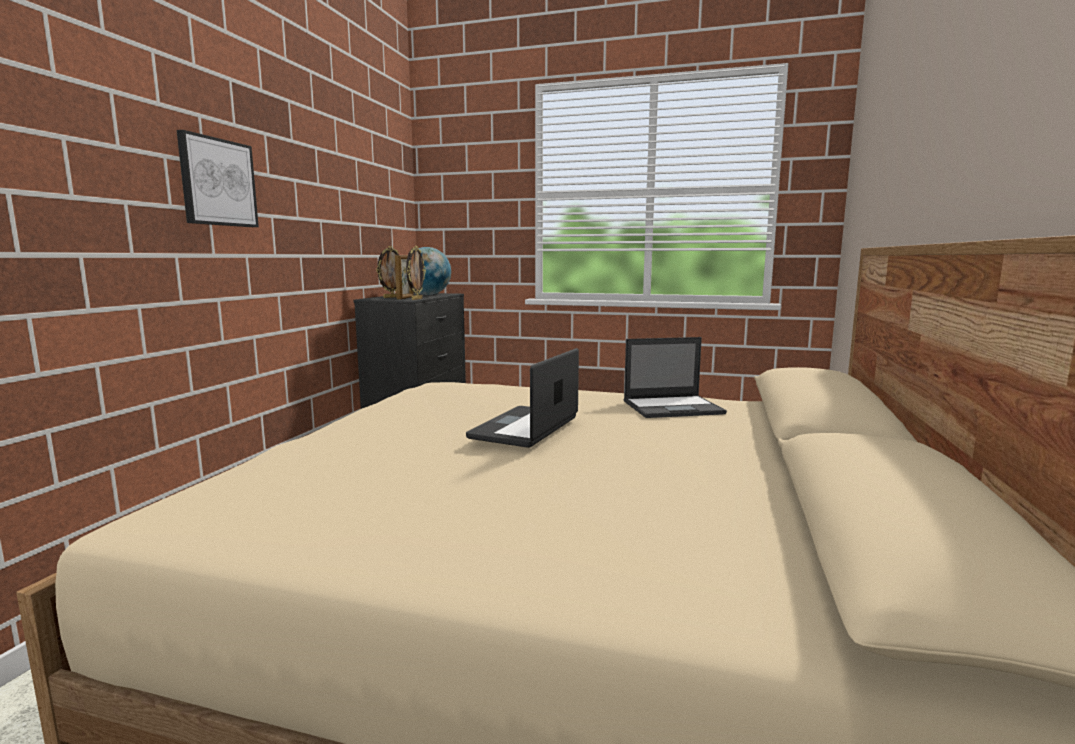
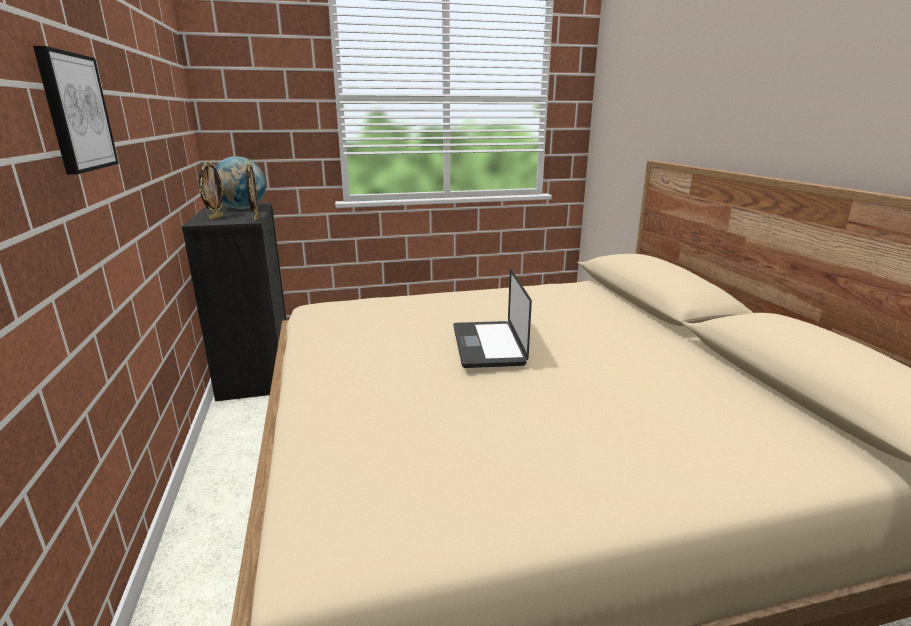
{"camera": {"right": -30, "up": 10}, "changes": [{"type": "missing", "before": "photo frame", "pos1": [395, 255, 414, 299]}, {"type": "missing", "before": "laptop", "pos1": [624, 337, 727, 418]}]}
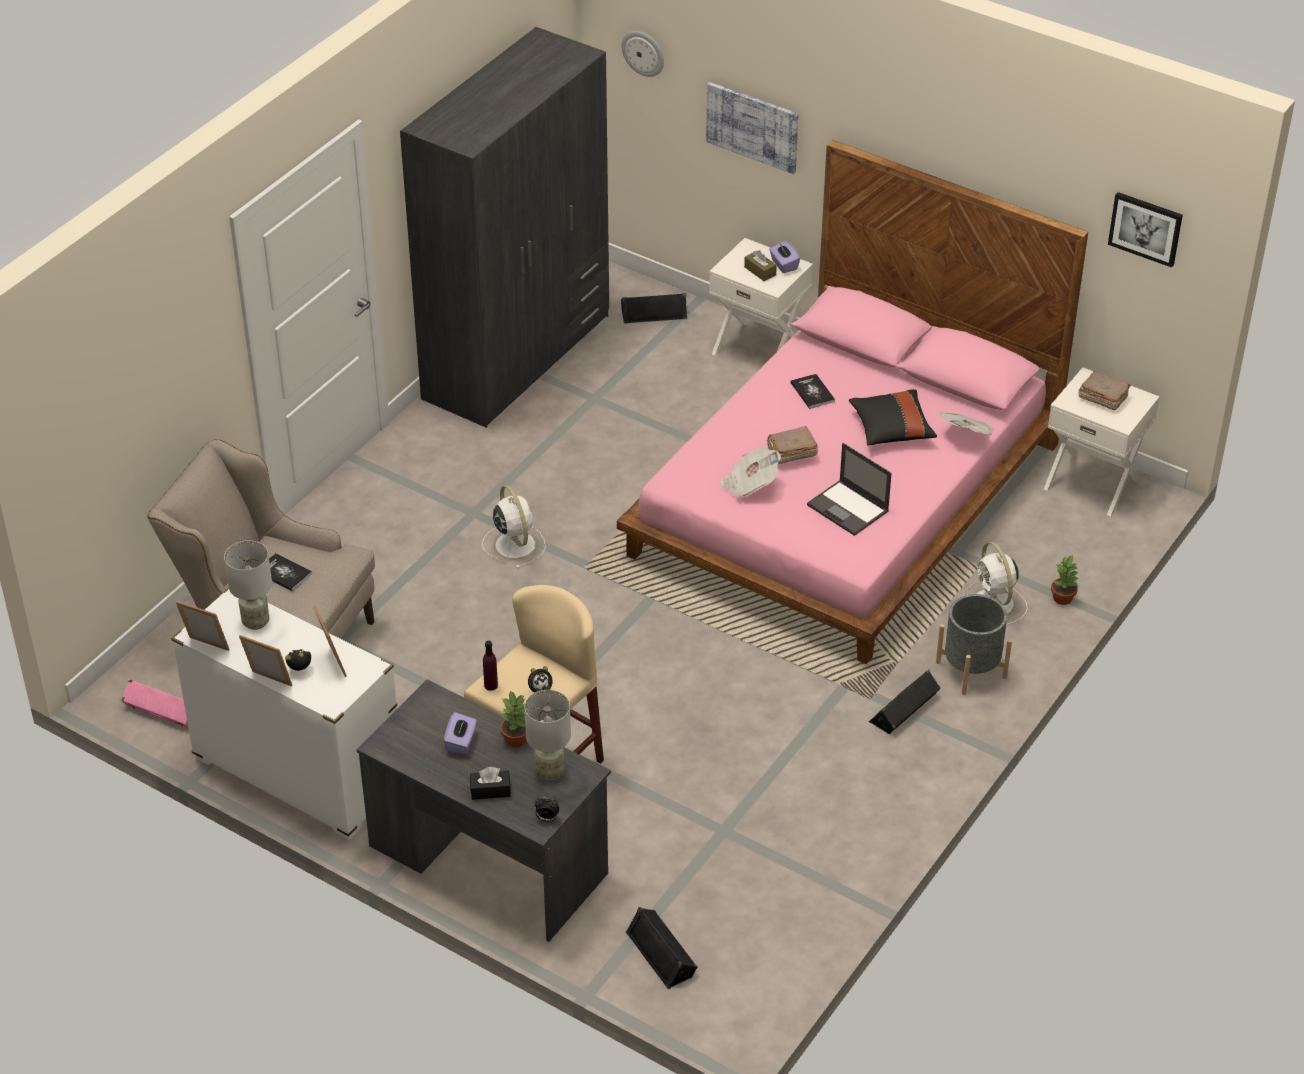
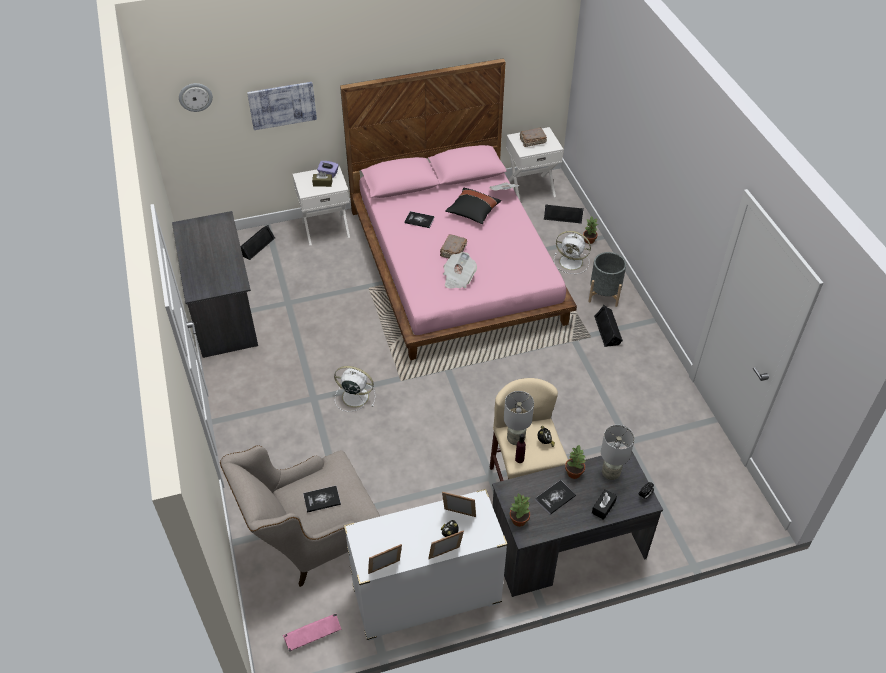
{"camera": {"right": -50, "up": 5}, "changes": [{"type": "exchanged", "before": "greyish armoire", "after": "greyish desk table", "pos1": [400, 27, 609, 428], "pos2": [172, 211, 258, 358]}, {"type": "missing", "before": "wall art", "pos1": [1108, 192, 1183, 268]}, {"type": "missing", "before": "laptop", "pos1": [807, 443, 892, 536]}, {"type": "relocated", "before": "greyish table lamp", "pos1": [224, 540, 272, 630], "pos2": [504, 391, 534, 445]}, {"type": "exchanged", "before": "purple-coloured tissue box", "after": "volume", "pos1": [443, 712, 477, 754], "pos2": [535, 480, 576, 515]}, {"type": "relocated", "before": "black loudspeaker", "pos1": [626, 907, 697, 989], "pos2": [544, 204, 584, 224]}, {"type": "appeared", "after": "houseplant", "pos2": [510, 493, 530, 527]}]}
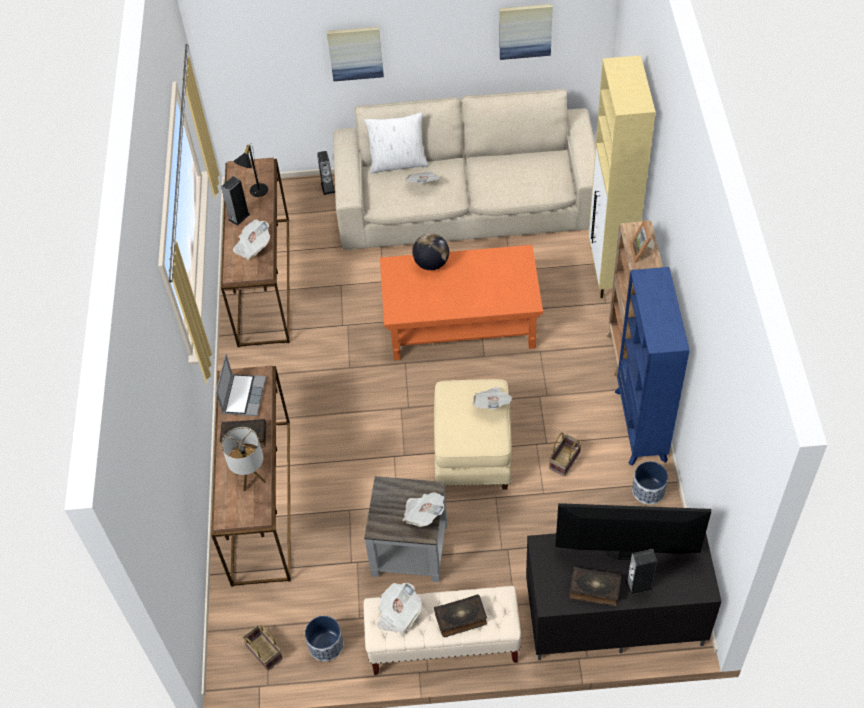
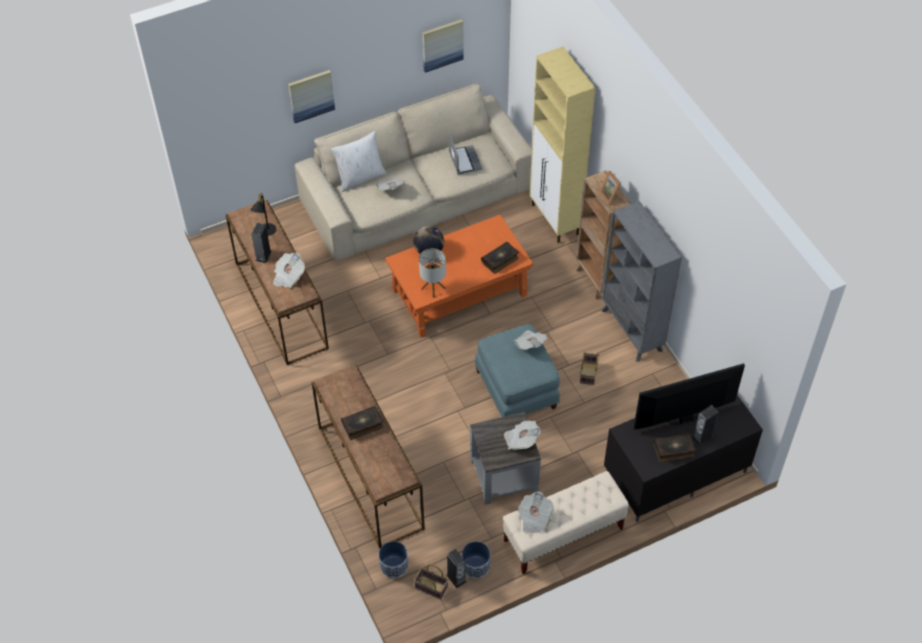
{"camera": {"right": -25, "up": 0}, "changes": [{"type": "relocated", "before": "loudspeaker", "pos1": [317, 151, 335, 195], "pos2": [447, 549, 466, 588]}, {"type": "colour", "before": "bluish bookcase", "after": "greyish bookcase", "pos1": [615, 267, 690, 466], "pos2": [602, 201, 682, 362]}, {"type": "relocated", "before": "laptop", "pos1": [216, 354, 266, 416], "pos2": [449, 133, 482, 175]}, {"type": "colour", "before": "sand-coloured pouffe", "after": "bluish pouffe", "pos1": [434, 379, 512, 490], "pos2": [475, 324, 560, 417]}, {"type": "relocated", "before": "table lamp", "pos1": [221, 427, 266, 492], "pos2": [419, 248, 446, 298]}, {"type": "relocated", "before": "flower pot", "pos1": [632, 461, 668, 505], "pos2": [379, 541, 408, 578]}, {"type": "relocated", "before": "volume", "pos1": [434, 594, 487, 637], "pos2": [481, 242, 519, 274]}]}
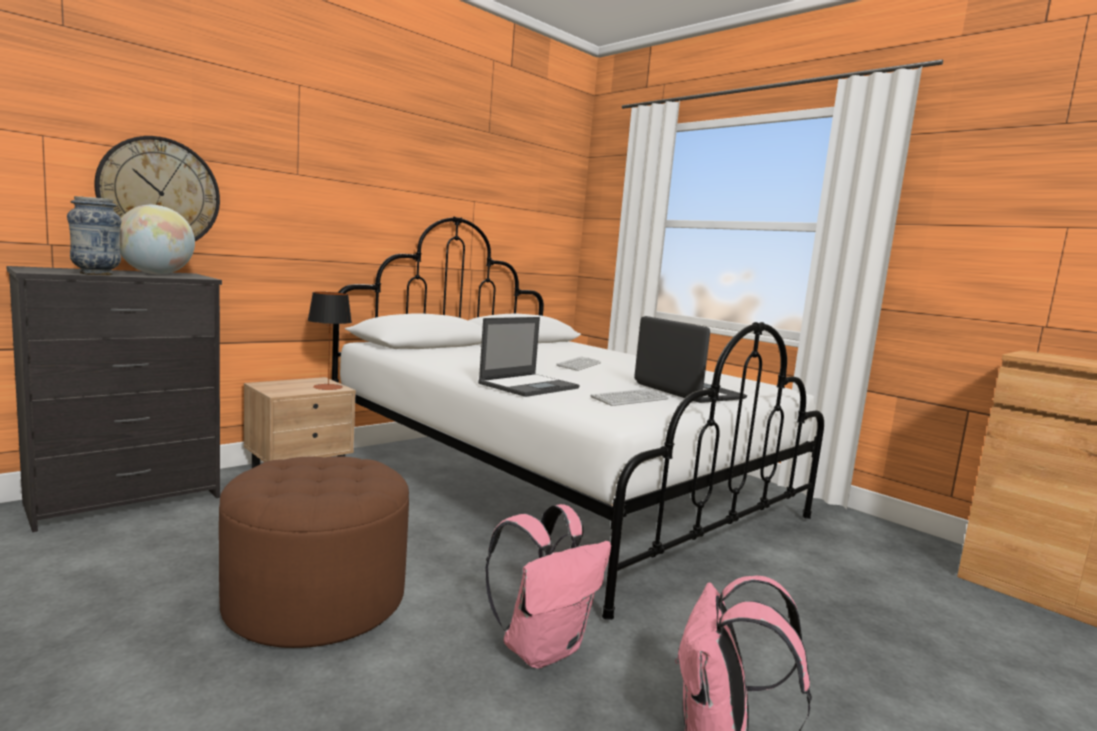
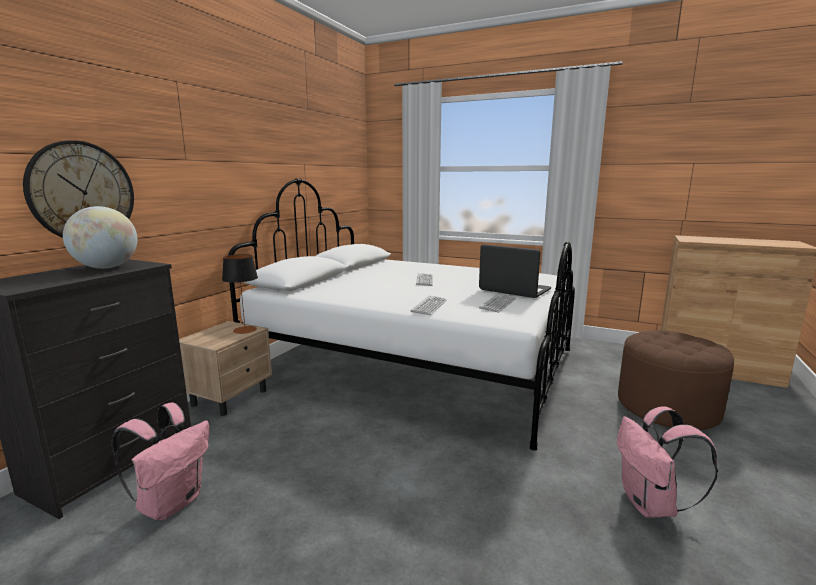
{"camera": {"right": -20, "up": 5}, "changes": [{"type": "missing", "before": "vase", "pos1": [67, 196, 121, 275]}, {"type": "exchanged", "before": "laptop", "after": "keyboard", "pos1": [478, 317, 579, 397], "pos2": [411, 296, 447, 315]}, {"type": "relocated", "before": "brown pouffe", "pos1": [219, 457, 409, 648], "pos2": [618, 330, 734, 430]}, {"type": "relocated", "before": "pinkish rucksack", "pos1": [485, 504, 611, 668], "pos2": [112, 403, 209, 520]}]}
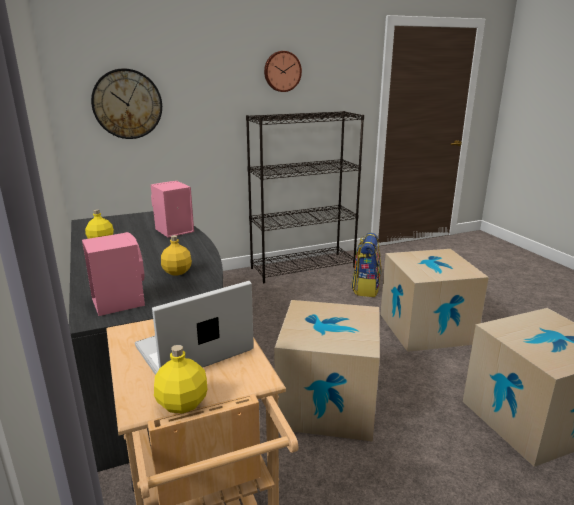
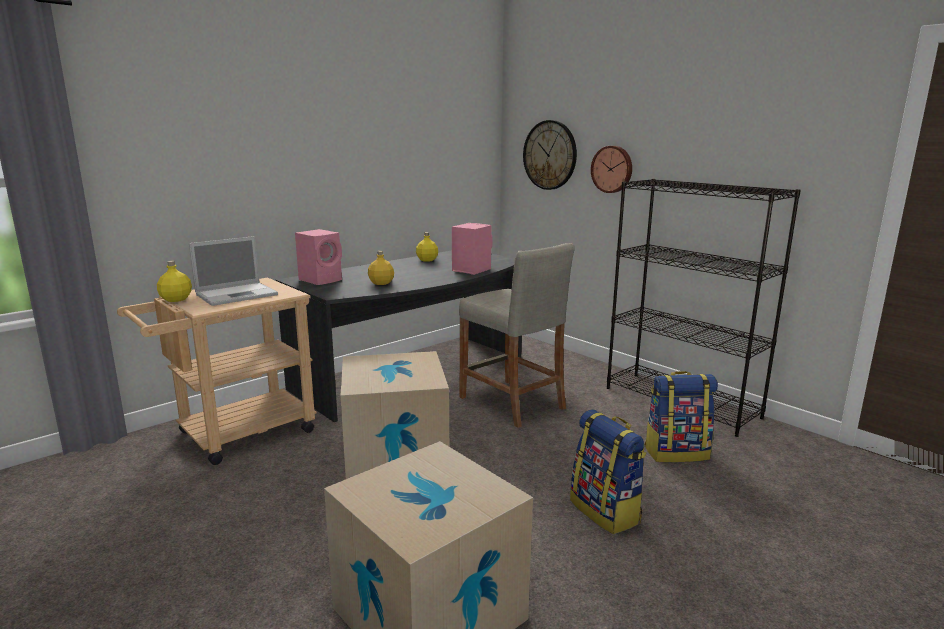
{"camera": {"right": 70, "up": -5}, "changes": [{"type": "relocated", "before": "clock on the wall", "pos1": [264, 51, 302, 92], "pos2": [591, 146, 632, 193]}, {"type": "exchanged", "before": "carton", "after": "rucksack", "pos1": [380, 249, 489, 352], "pos2": [570, 409, 646, 534]}, {"type": "spun", "before": "laptop", "pos1": [135, 281, 254, 375], "pos2": [189, 236, 278, 306], "turn": 105}, {"type": "appeared", "after": "sand-coloured stool seat", "pos2": [459, 243, 575, 428]}]}
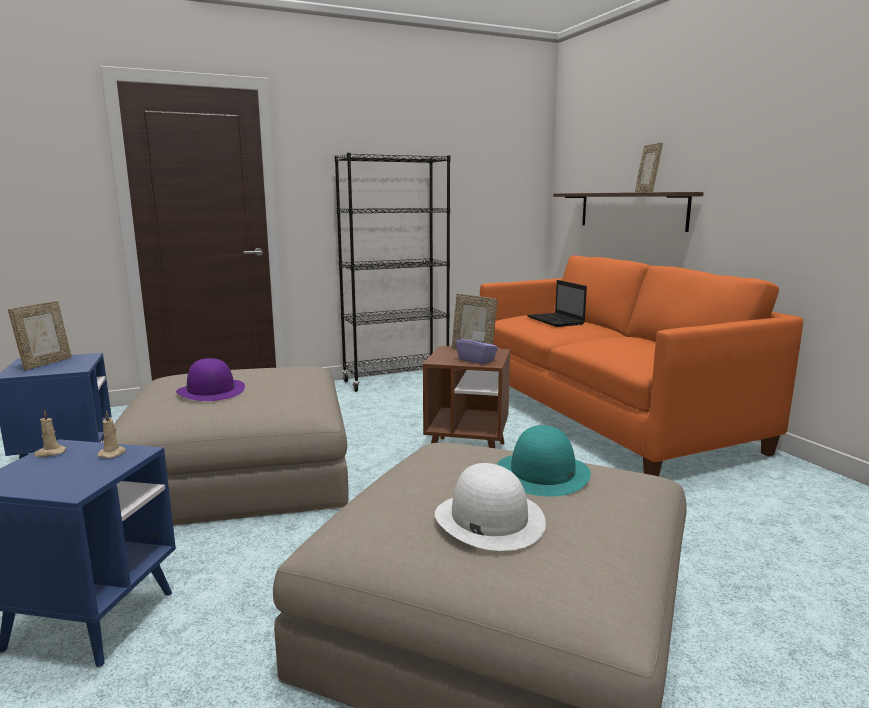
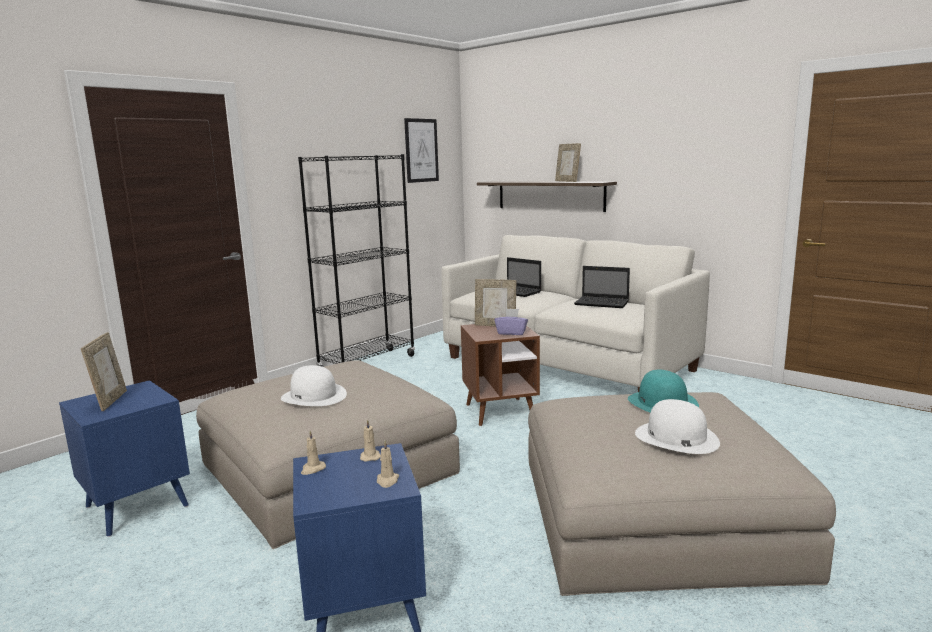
{"camera": {"right": -25, "up": 0}, "changes": [{"type": "colour", "before": "orange-coloured sofa", "after": "white sofa", "pos1": [480, 255, 803, 476], "pos2": [441, 235, 710, 392]}, {"type": "colour", "before": "purple-coloured hat", "after": "white hat", "pos1": [176, 358, 245, 401], "pos2": [281, 365, 347, 406]}, {"type": "appeared", "after": "wall art", "pos2": [404, 118, 439, 183]}, {"type": "appeared", "after": "laptop", "pos2": [574, 266, 630, 308]}, {"type": "appeared", "after": "sand-coloured candle", "pos2": [377, 441, 399, 488]}]}
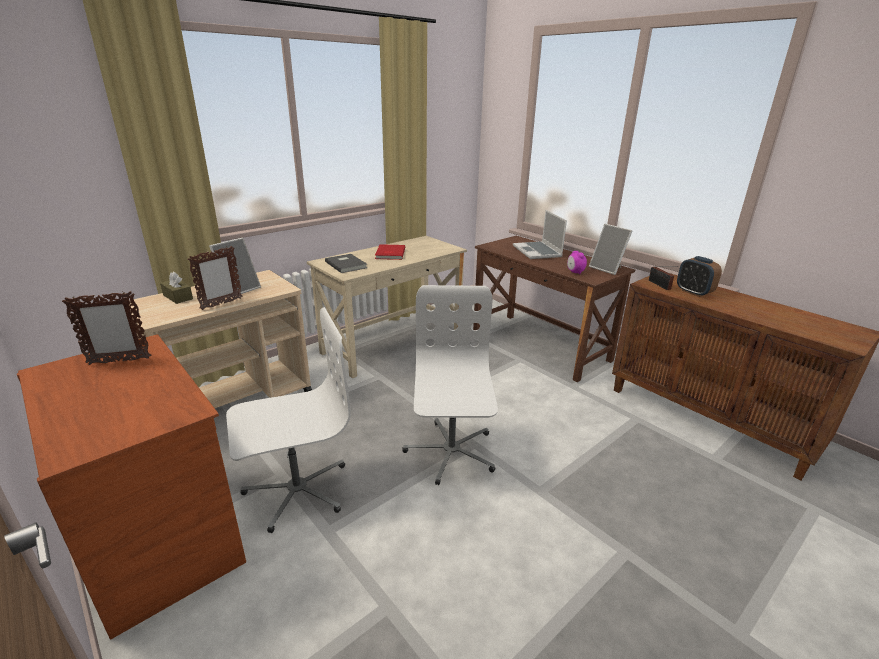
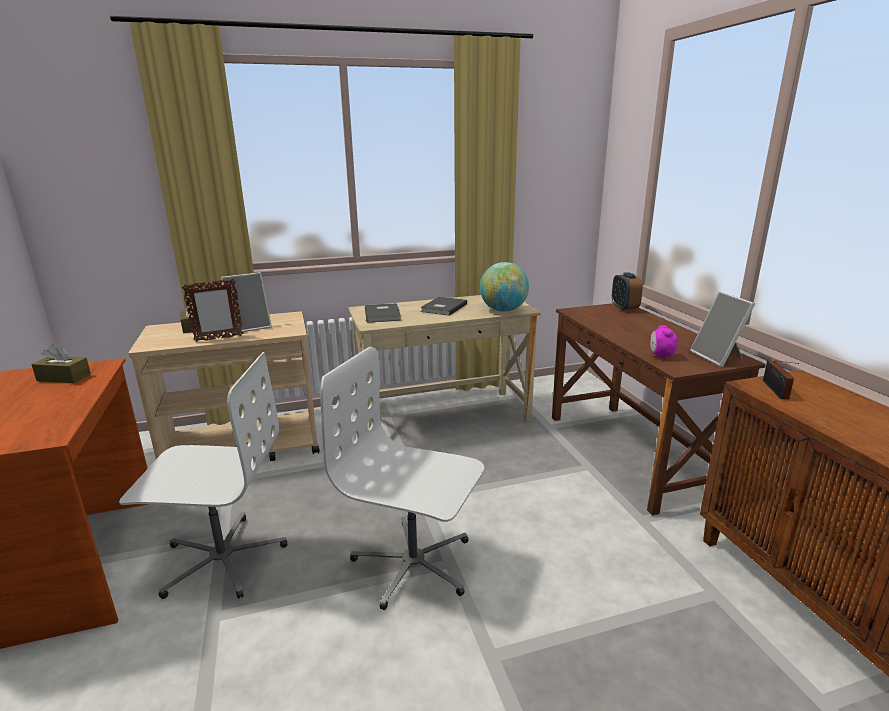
{"camera": {"right": 25, "up": -5}, "changes": [{"type": "missing", "before": "laptop", "pos1": [513, 210, 567, 259]}, {"type": "colour", "before": "red volume", "after": "greyish volume", "pos1": [375, 244, 405, 260], "pos2": [420, 297, 467, 316]}, {"type": "relocated", "before": "alarm clock", "pos1": [677, 256, 722, 297], "pos2": [612, 272, 643, 311]}, {"type": "spun", "before": "white office chair", "pos1": [402, 285, 498, 485], "pos2": [320, 346, 484, 610], "turn": -90}, {"type": "exchanged", "before": "photo frame", "after": "brown tissue box", "pos1": [62, 291, 151, 365], "pos2": [31, 344, 91, 383]}, {"type": "appeared", "after": "desk globe", "pos2": [480, 262, 529, 312]}]}
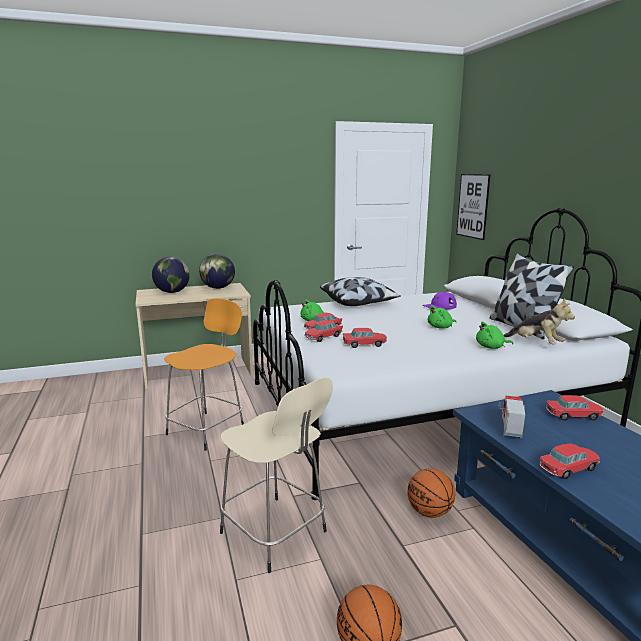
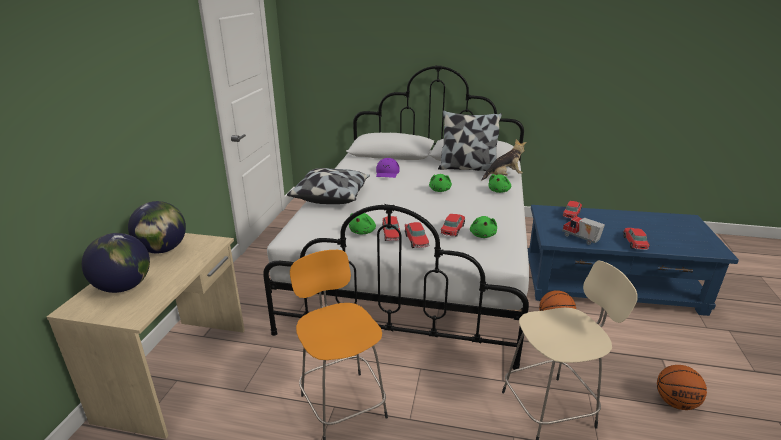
{"camera": {"right": -60, "up": 10}, "changes": [{"type": "missing", "before": "wall art", "pos1": [456, 174, 490, 240]}, {"type": "appeared", "after": "greenish plush toy", "pos2": [470, 216, 497, 238]}]}
